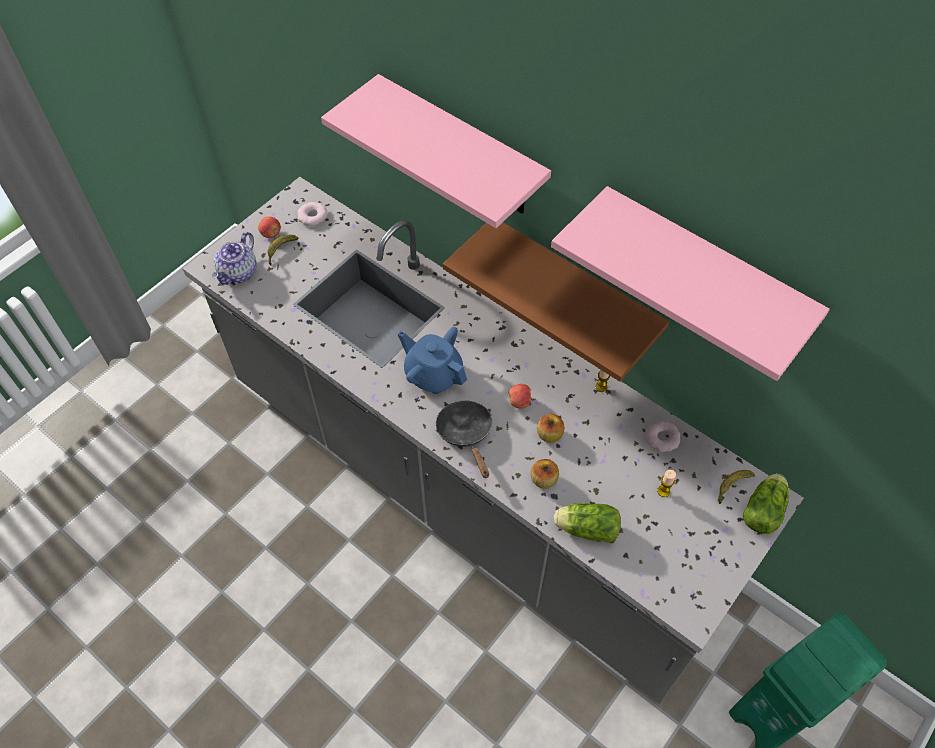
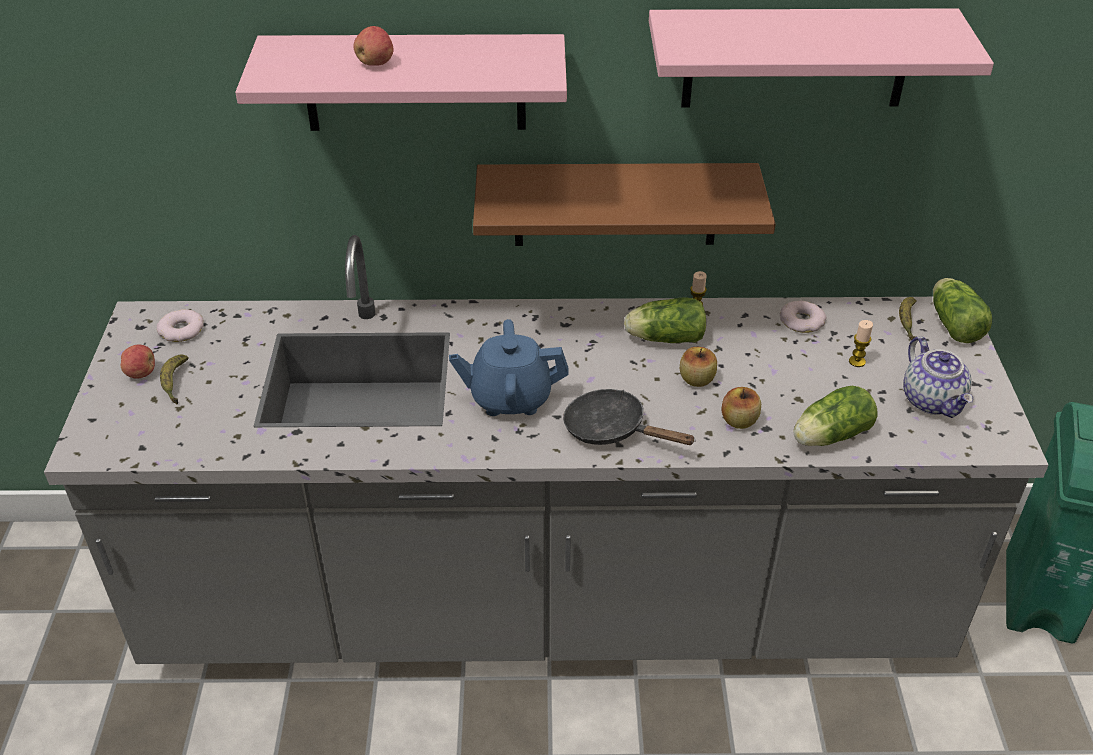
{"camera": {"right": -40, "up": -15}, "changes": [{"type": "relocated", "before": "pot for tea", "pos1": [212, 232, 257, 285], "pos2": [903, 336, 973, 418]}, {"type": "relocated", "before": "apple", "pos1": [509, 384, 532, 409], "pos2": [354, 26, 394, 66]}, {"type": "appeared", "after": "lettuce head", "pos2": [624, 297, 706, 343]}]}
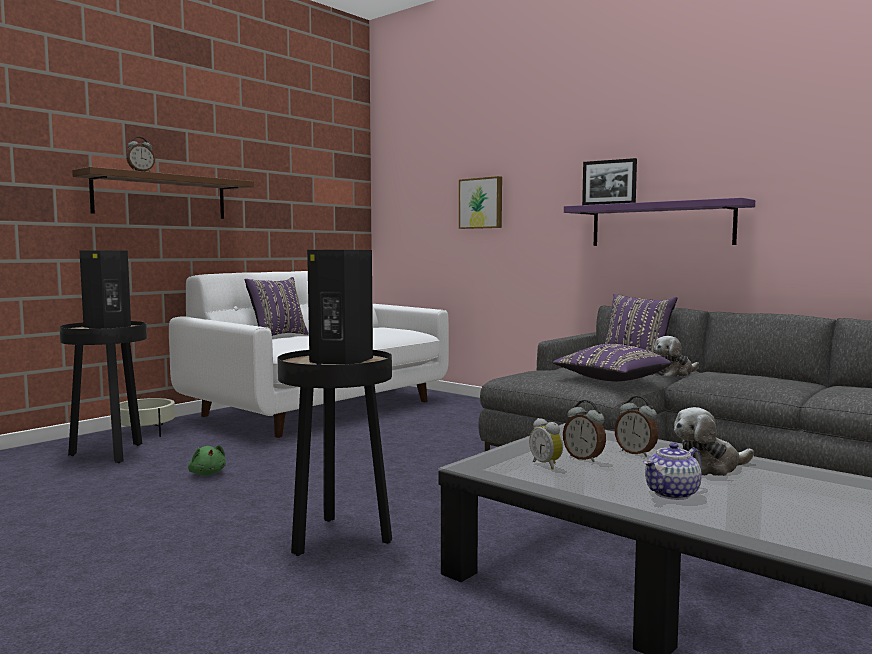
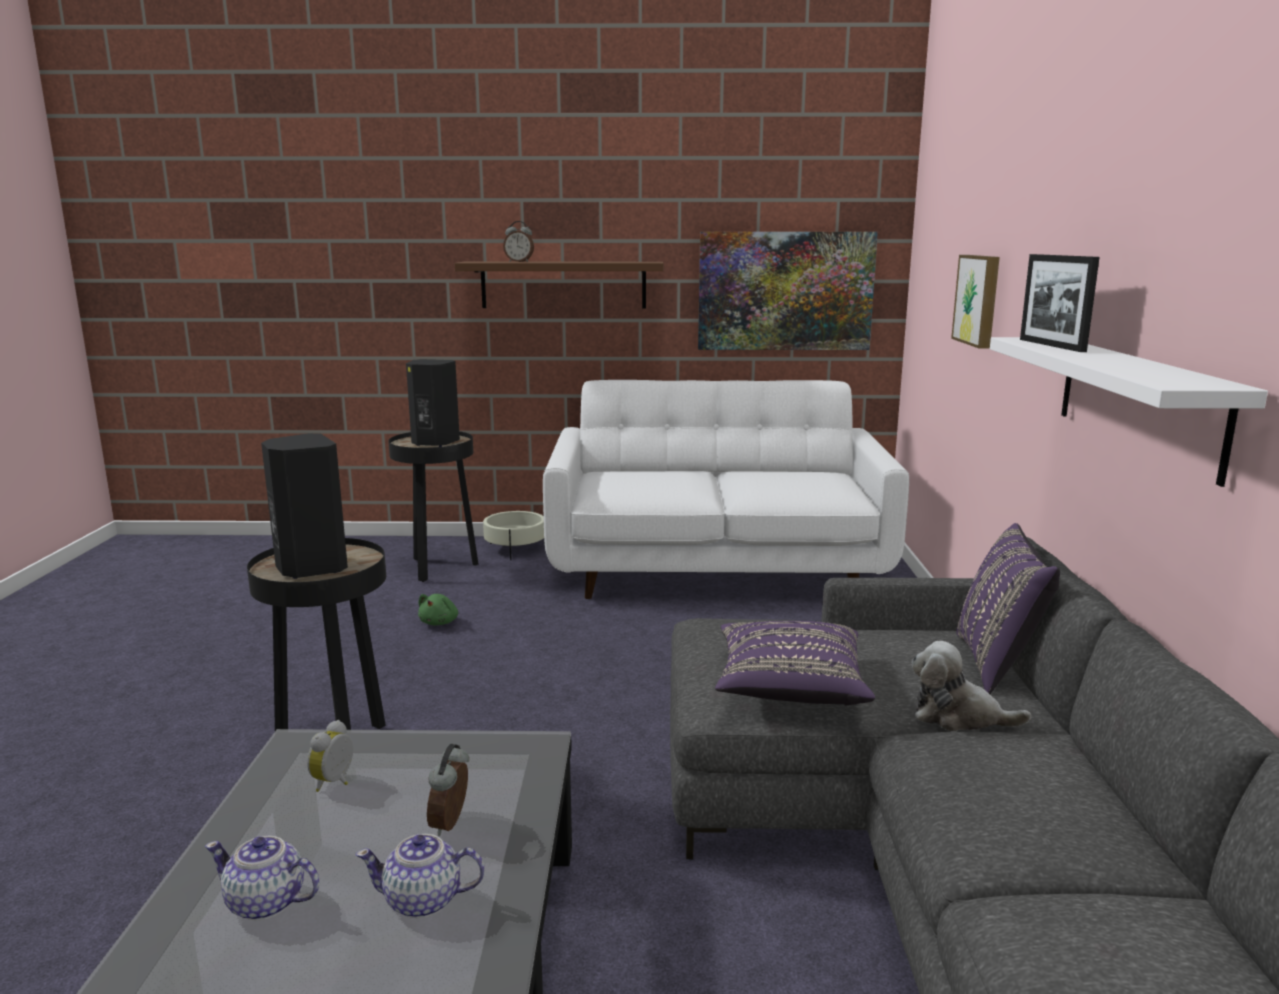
{"camera": {"right": 50, "up": 10}, "changes": [{"type": "colour", "before": "purple-coloured shelf", "after": "white shelf", "pos1": [564, 198, 755, 246], "pos2": [990, 337, 1268, 487]}, {"type": "missing", "before": "purple-coloured throw pillow", "pos1": [245, 277, 309, 336]}, {"type": "missing", "before": "alarm clock", "pos1": [563, 400, 606, 462]}, {"type": "exchanged", "before": "plush toy", "after": "pot for tea", "pos1": [674, 407, 754, 476], "pos2": [356, 834, 485, 918]}, {"type": "appeared", "after": "wall art", "pos2": [698, 232, 878, 350]}]}
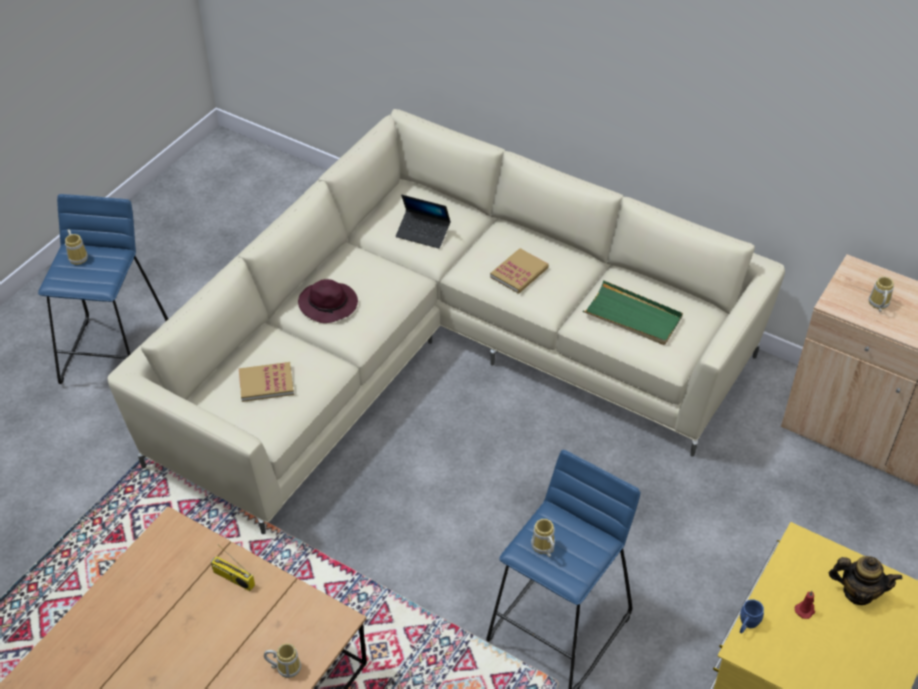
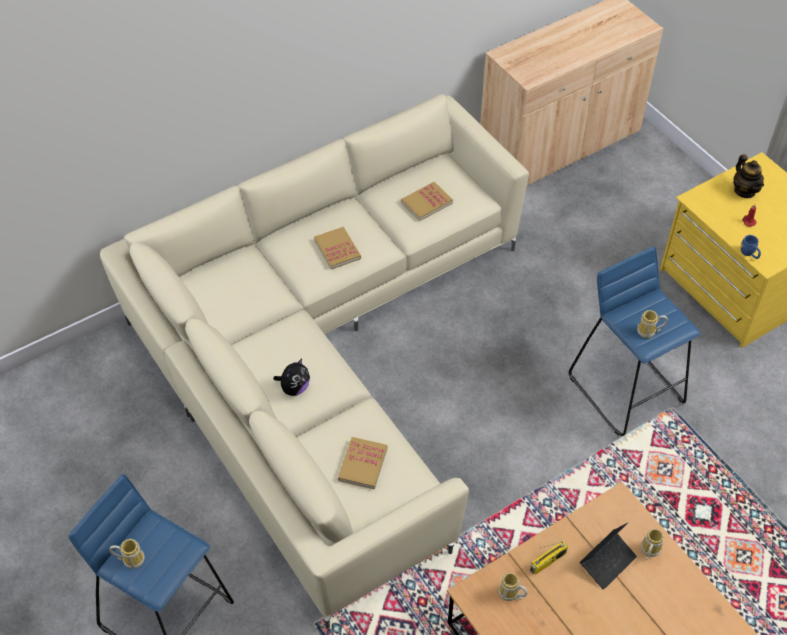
{"camera": {"right": -65, "up": 5}, "changes": [{"type": "relocated", "before": "laptop", "pos1": [396, 195, 451, 248], "pos2": [580, 523, 637, 590]}, {"type": "relocated", "before": "tea mug", "pos1": [869, 276, 894, 312], "pos2": [498, 573, 528, 601]}, {"type": "exchanged", "before": "purple-coloured hat", "after": "plush toy", "pos1": [298, 279, 358, 323], "pos2": [273, 358, 310, 396]}, {"type": "exchanged", "before": "greenish tray", "after": "volume", "pos1": [583, 280, 683, 345], "pos2": [401, 182, 453, 221]}, {"type": "spun", "before": "pot for tea", "pos1": [829, 556, 902, 605], "pos2": [733, 154, 764, 198], "turn": 120}]}
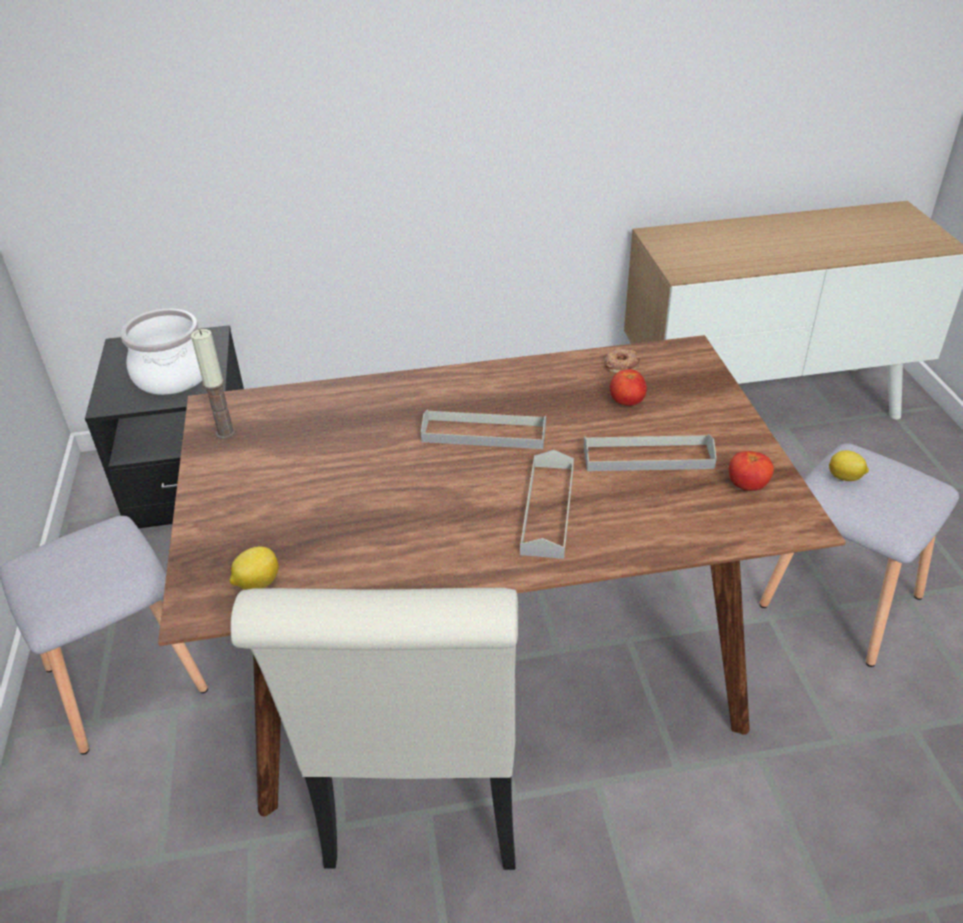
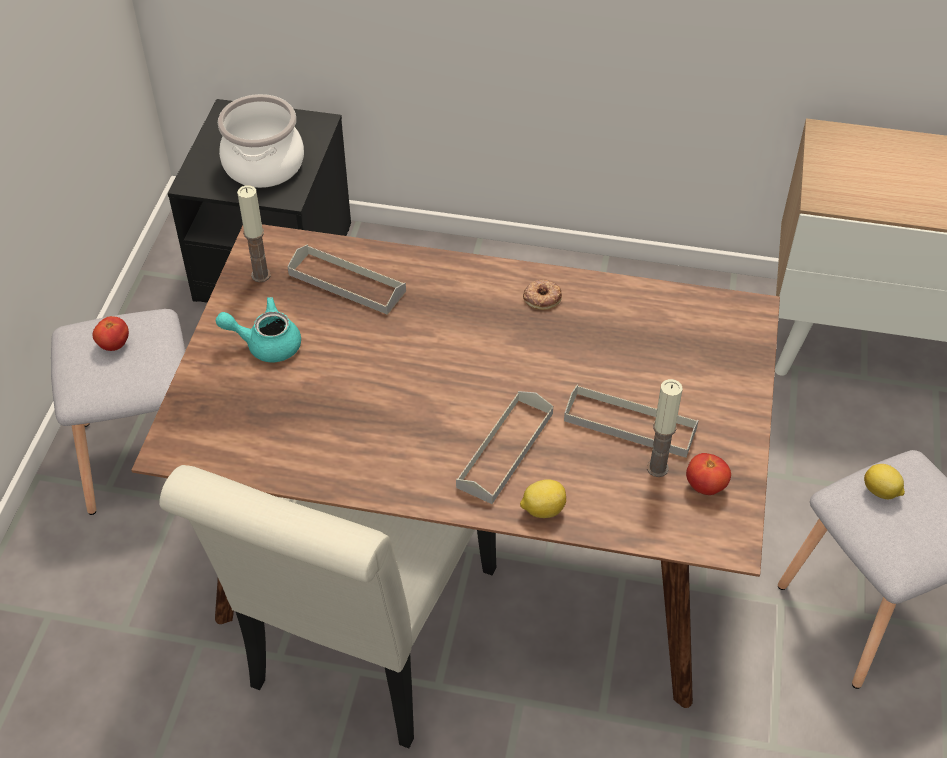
{"camera": {"right": 20, "up": 10}, "changes": [{"type": "relocated", "before": "doughnut", "pos1": [604, 348, 640, 373], "pos2": [523, 279, 562, 310]}, {"type": "relocated", "before": "fresh tomato", "pos1": [610, 369, 647, 406], "pos2": [93, 316, 129, 351]}, {"type": "relocated", "before": "greyish tray", "pos1": [421, 409, 546, 449], "pos2": [287, 245, 406, 315]}, {"type": "relocated", "before": "whole lemon", "pos1": [229, 546, 279, 590], "pos2": [520, 479, 566, 518]}, {"type": "appeared", "after": "turquoise-coloured pot for tea", "pos2": [216, 297, 301, 362]}, {"type": "appeared", "after": "candle", "pos2": [647, 379, 683, 477]}]}
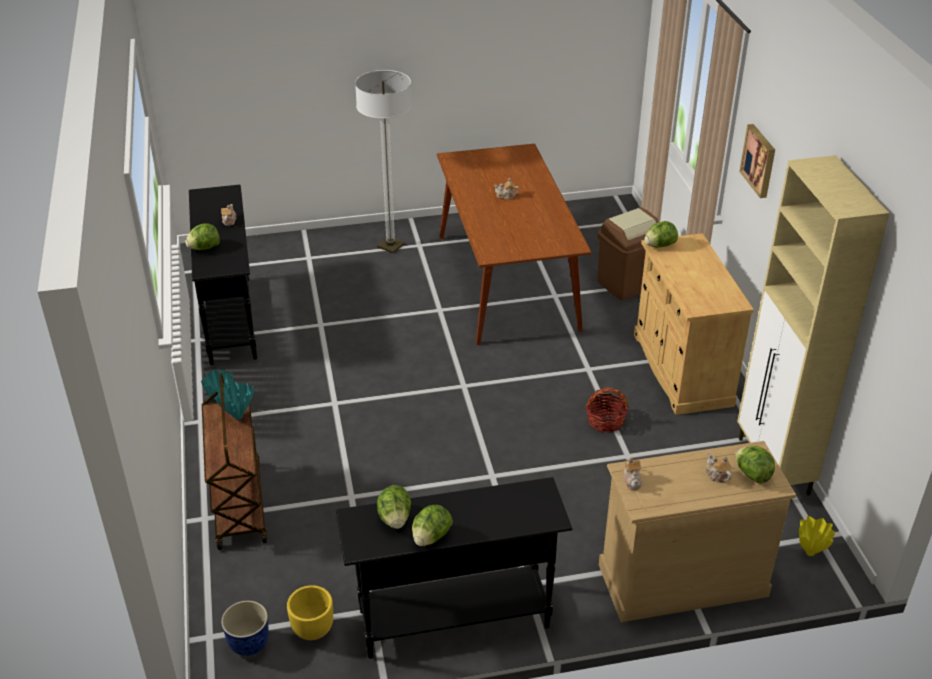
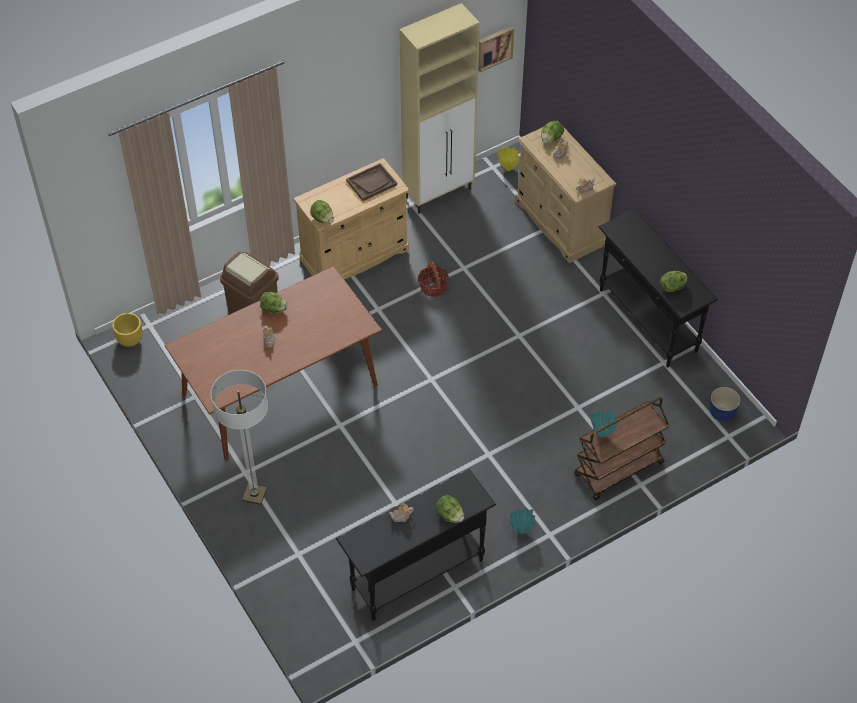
{"camera": {"right": -110, "up": 15}, "changes": [{"type": "relocated", "before": "wall art", "pos1": [739, 124, 775, 198], "pos2": [478, 26, 514, 72]}, {"type": "relocated", "before": "lettuce head", "pos1": [412, 505, 453, 546], "pos2": [260, 292, 288, 314]}, {"type": "relocated", "before": "yellow flower pot", "pos1": [287, 585, 333, 640], "pos2": [112, 313, 143, 347]}, {"type": "appeared", "after": "brown tray", "pos2": [346, 163, 397, 201]}]}
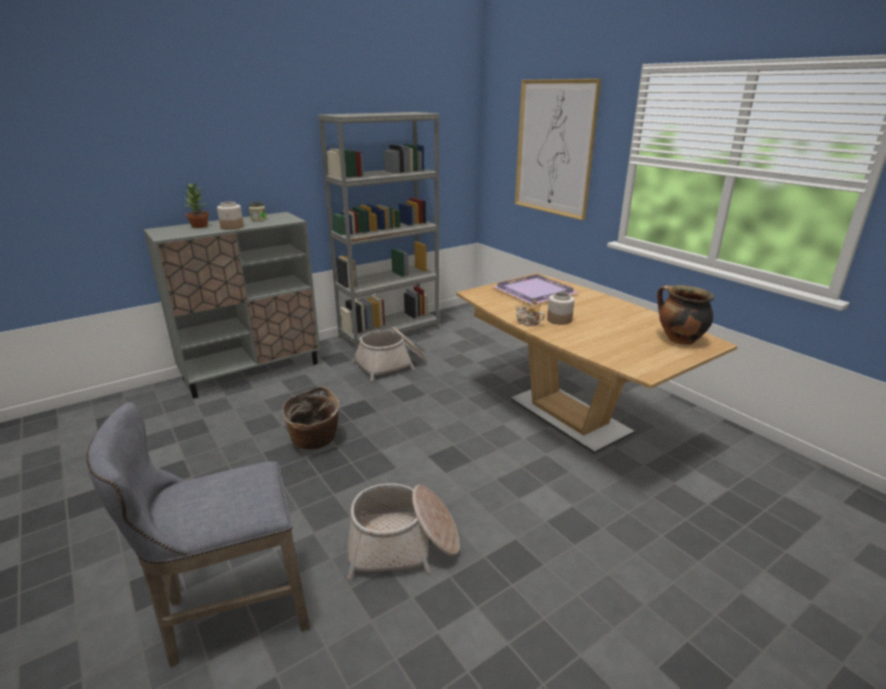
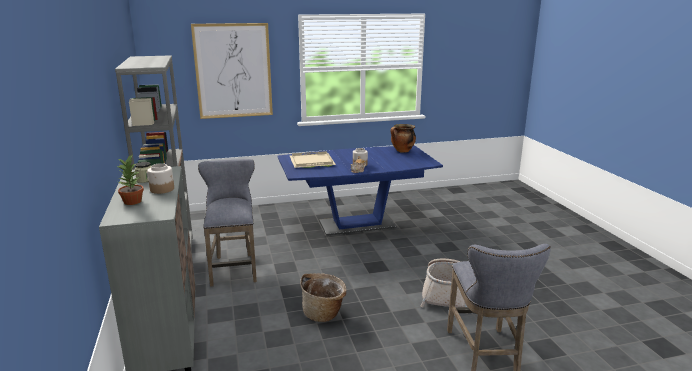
{"camera": {"right": -70, "up": -5}, "changes": [{"type": "colour", "before": "brown dining table", "after": "bluish dining table", "pos1": [457, 273, 737, 454], "pos2": [278, 145, 443, 236]}, {"type": "colour", "before": "purple-coloured tray", "after": "sand-coloured tray", "pos1": [492, 274, 578, 305], "pos2": [290, 151, 336, 168]}, {"type": "exchanged", "before": "household basket", "after": "greyish stool seat", "pos1": [353, 327, 425, 381], "pos2": [198, 159, 257, 287]}]}
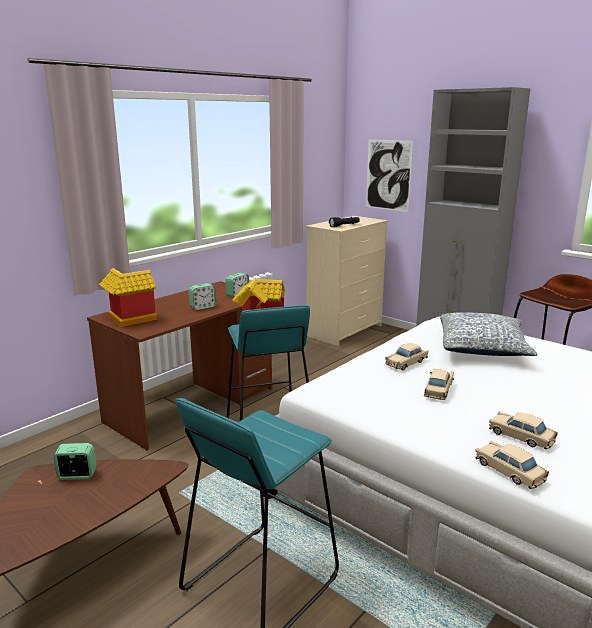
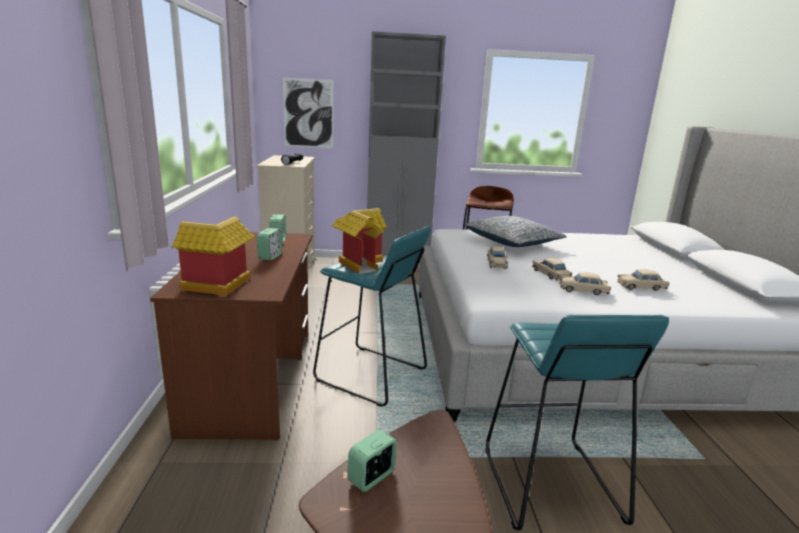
{"camera": {"right": -45, "up": 0}, "changes": [{"type": "relocated", "before": "sand-coloured miniature car", "pos1": [475, 441, 549, 489], "pos2": [559, 272, 611, 295]}]}
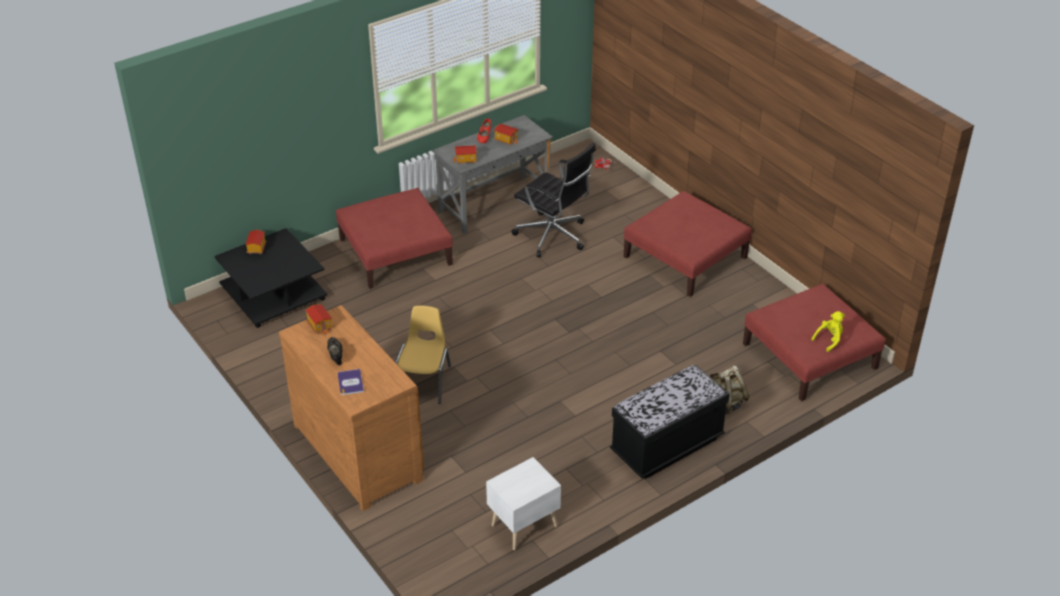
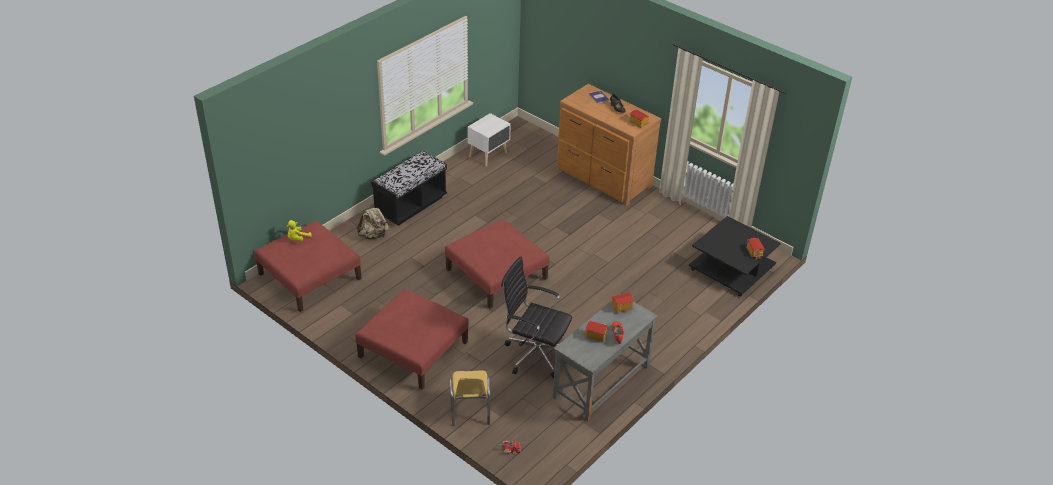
{"camera": {"right": 165, "up": 0}, "changes": [{"type": "relocated", "before": "red pouffe", "pos1": [336, 188, 453, 289], "pos2": [445, 219, 549, 309]}, {"type": "relocated", "before": "yellow chair", "pos1": [395, 305, 451, 404], "pos2": [450, 370, 490, 426]}]}
